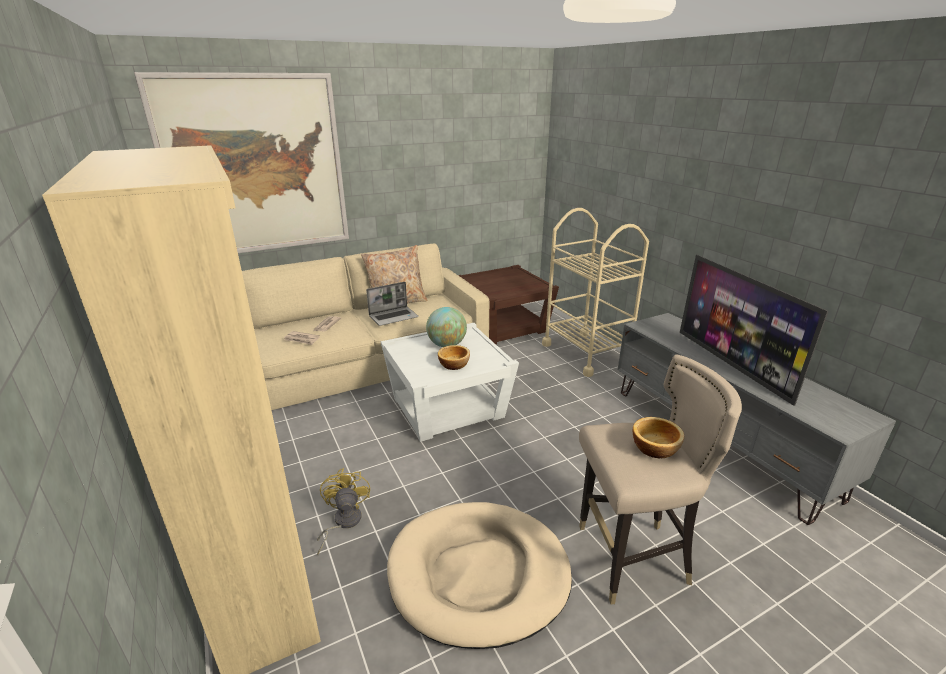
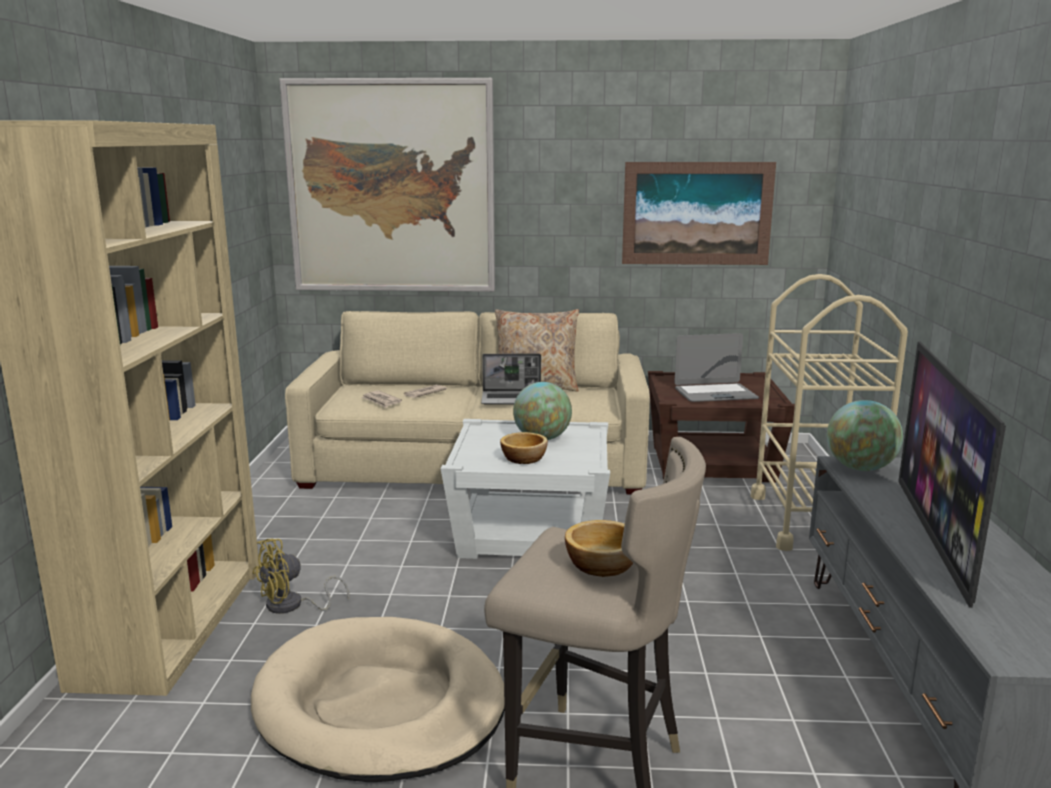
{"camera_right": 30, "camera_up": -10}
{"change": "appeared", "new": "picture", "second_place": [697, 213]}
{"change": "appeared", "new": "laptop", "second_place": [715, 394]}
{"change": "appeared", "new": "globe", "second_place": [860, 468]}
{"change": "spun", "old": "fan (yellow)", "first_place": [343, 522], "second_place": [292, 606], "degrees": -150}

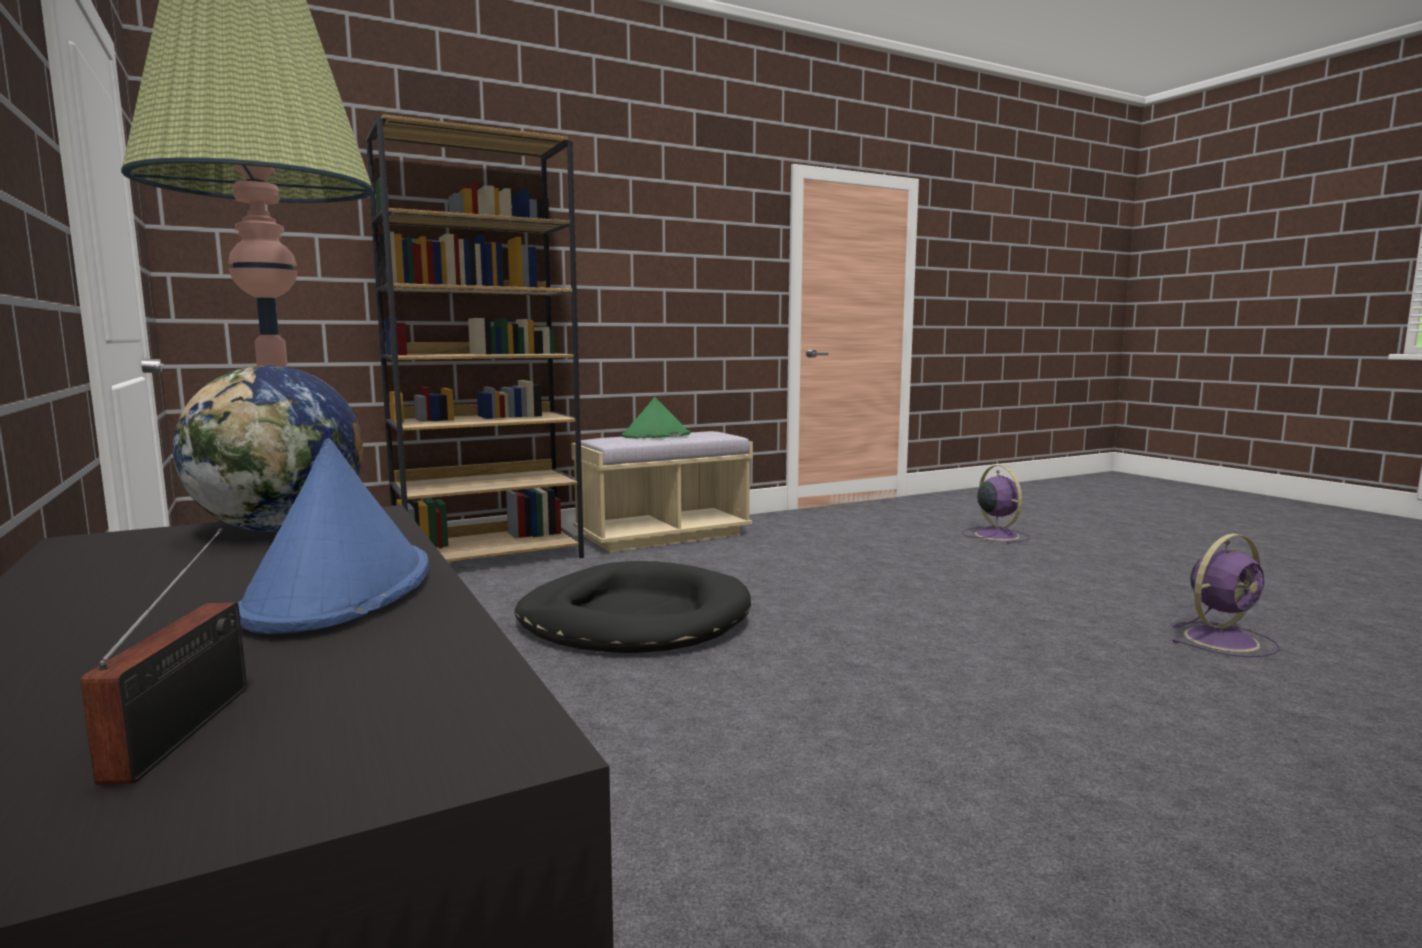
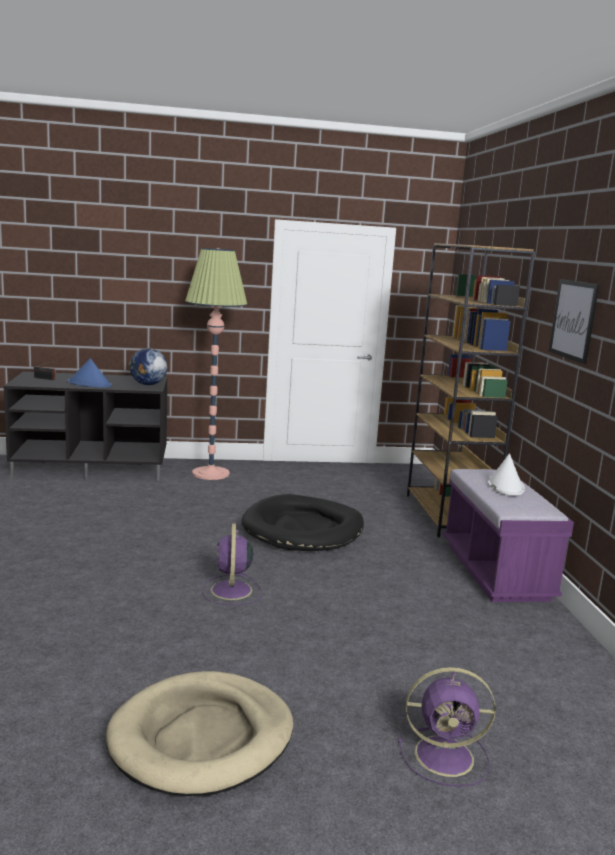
{"camera_right": 110, "camera_up": 5}
{"change": "appeared", "new": "dog bed (beige)", "second_place": [202, 738]}
{"change": "appeared", "new": "picture", "second_place": [573, 320]}
{"change": "relocated", "old": "fan (purple)", "first_place": [1223, 639], "second_place": [231, 591]}
{"change": "colour", "old": "bench (beige)", "new": "bench (purple)", "first_place": [663, 536], "second_place": [496, 571]}
{"change": "colour", "old": "hat (green)", "new": "hat (white)", "first_place": [656, 436], "second_place": [505, 486]}

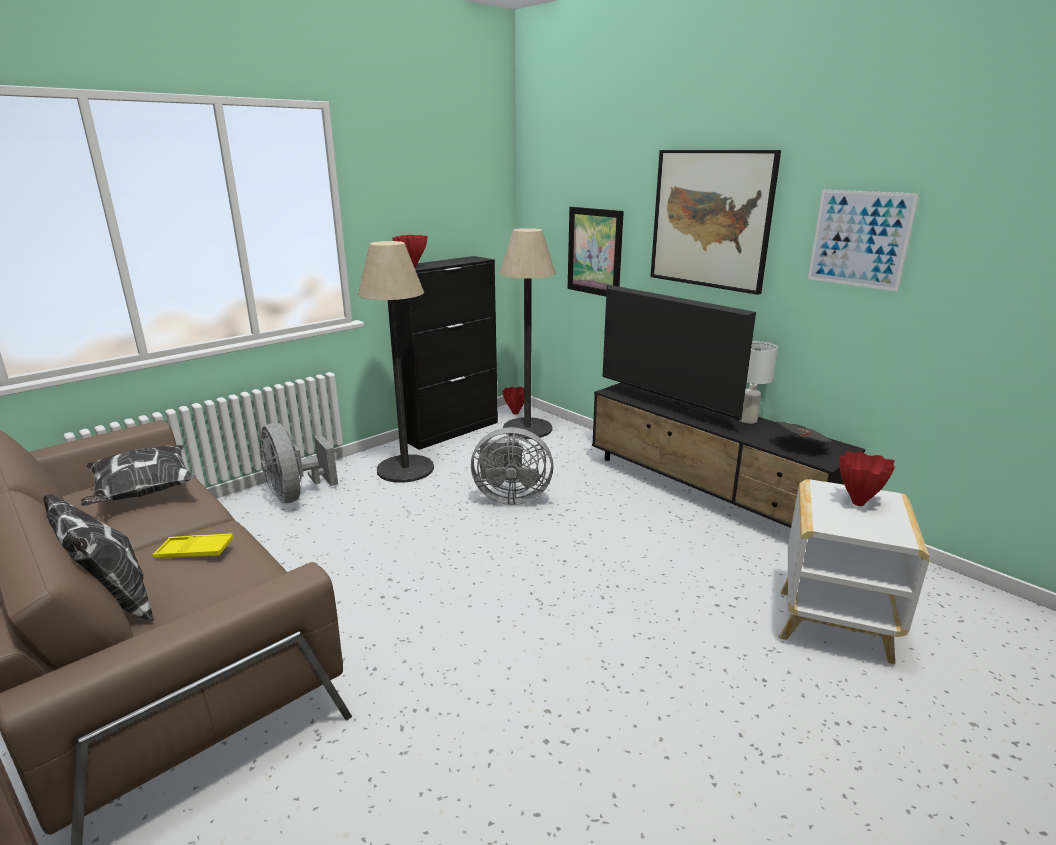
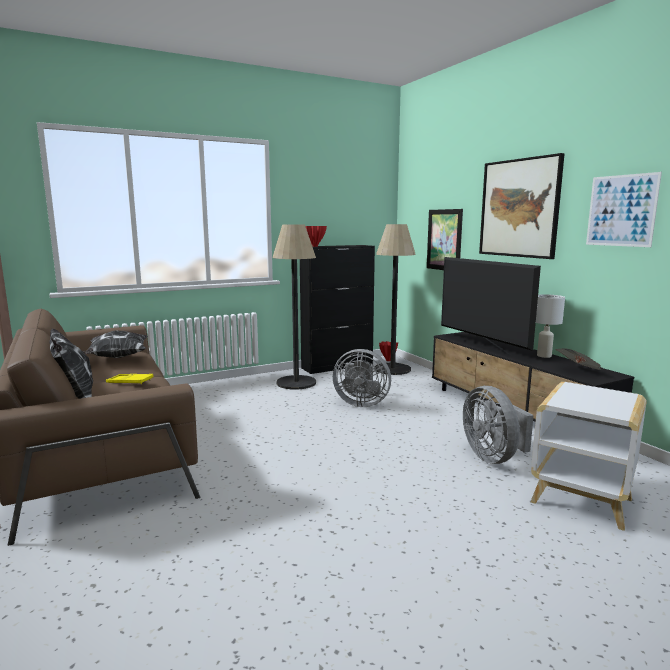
{"camera_right": 15, "camera_up": -10}
{"change": "missing", "old": "vase (red)", "first_place": [857, 503]}
{"change": "relocated", "old": "fan (grey)", "first_place": [296, 495], "second_place": [493, 457]}

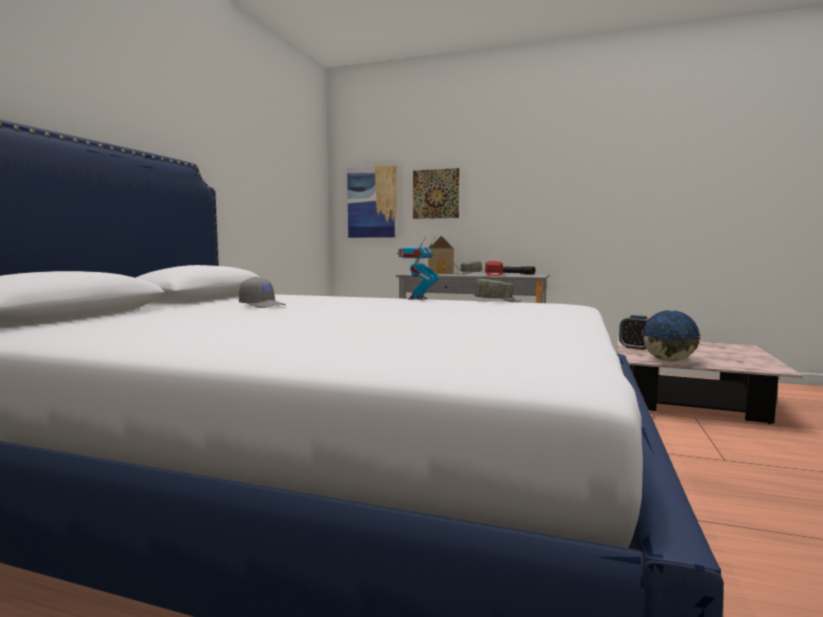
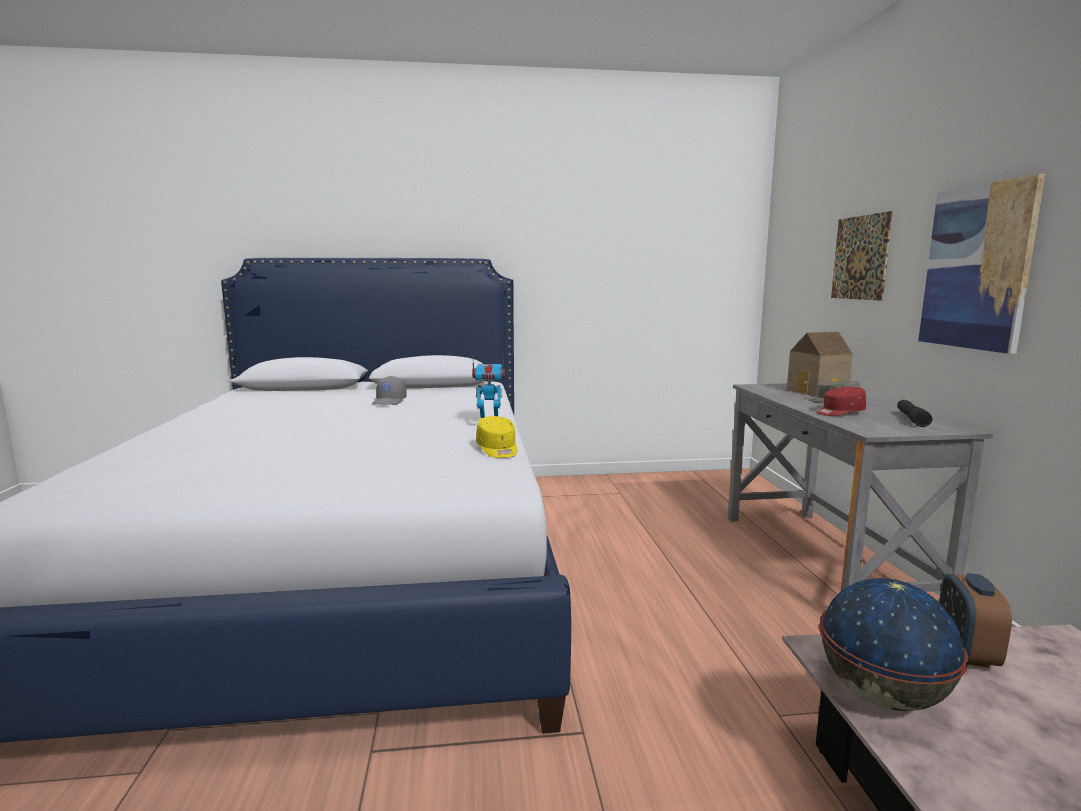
{"camera_right": 65, "camera_up": 5}
{"change": "relocated", "old": "picture", "first_place": [372, 202], "second_place": [977, 267]}
{"change": "colour", "old": "cap (grey)", "new": "cap (yellow)", "first_place": [497, 301], "second_place": [498, 449]}

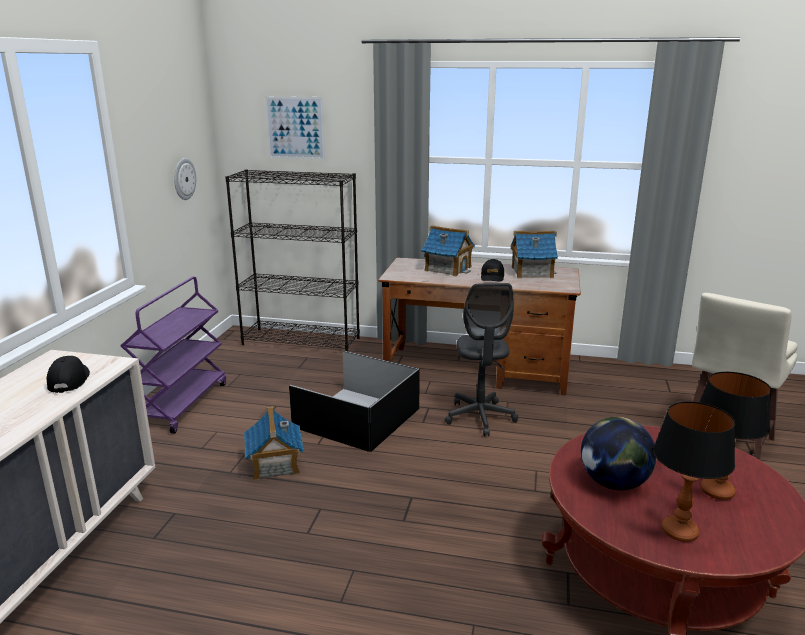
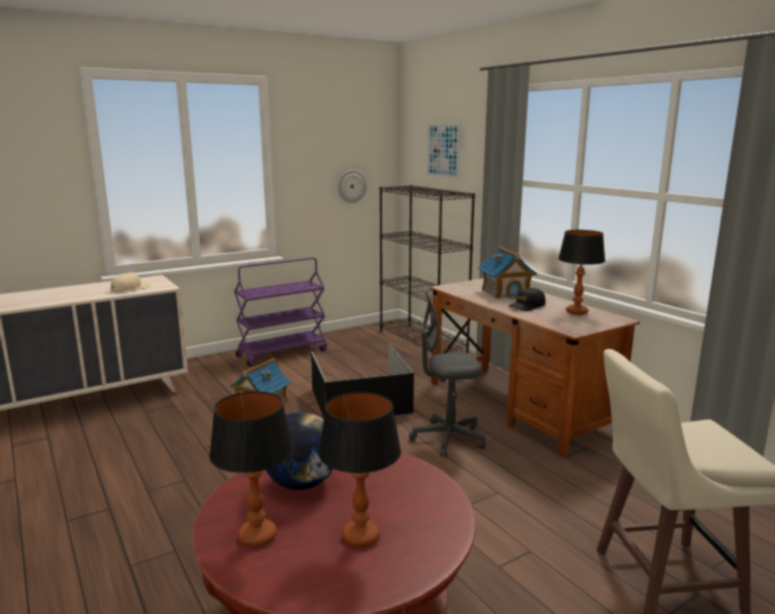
{"camera_right": 45, "camera_up": -5}
{"change": "exchanged", "old": "toy house", "new": "table lamp", "first_place": [531, 272], "second_place": [576, 312]}
{"change": "colour", "old": "cap (black)", "new": "cap (beige)", "first_place": [69, 380], "second_place": [130, 288]}
{"change": "spun", "old": "office chair (grey)", "first_place": [480, 417], "second_place": [448, 439], "degrees": 45}

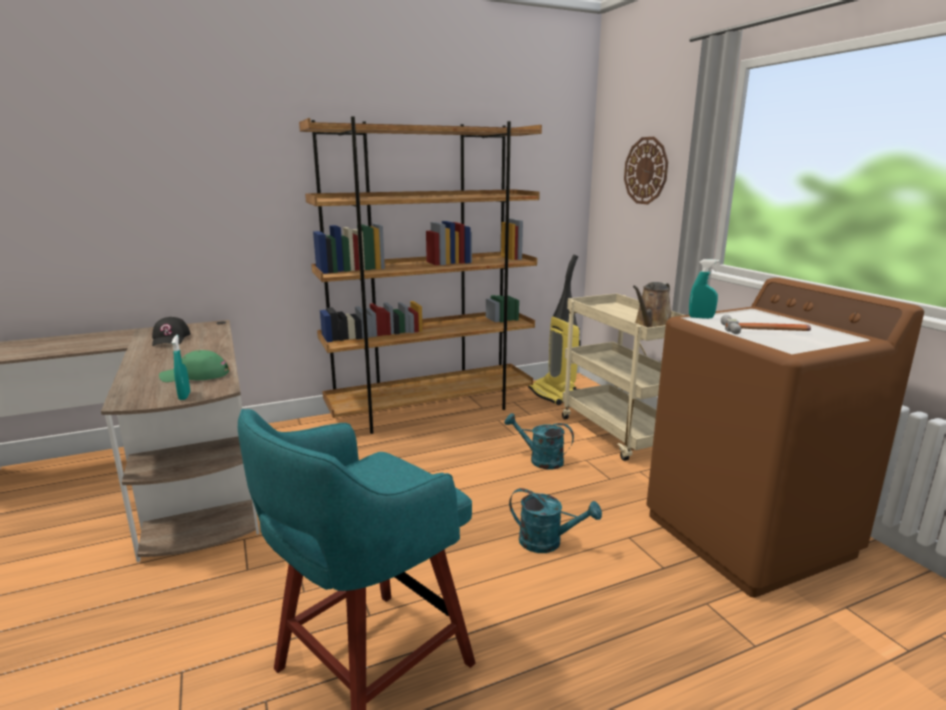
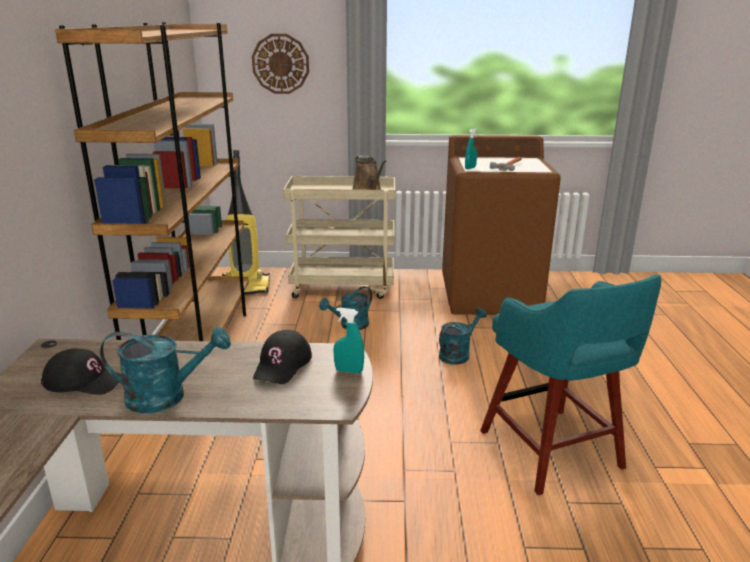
{"camera_right": -65, "camera_up": 5}
{"change": "appeared", "new": "watering can (turquoise)", "second_place": [167, 396]}
{"change": "colour", "old": "cap (green)", "new": "cap (black)", "first_place": [195, 375], "second_place": [282, 364]}

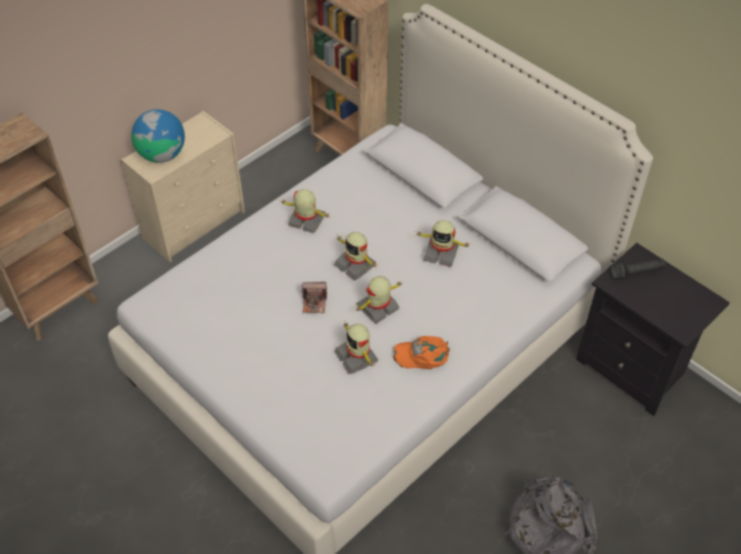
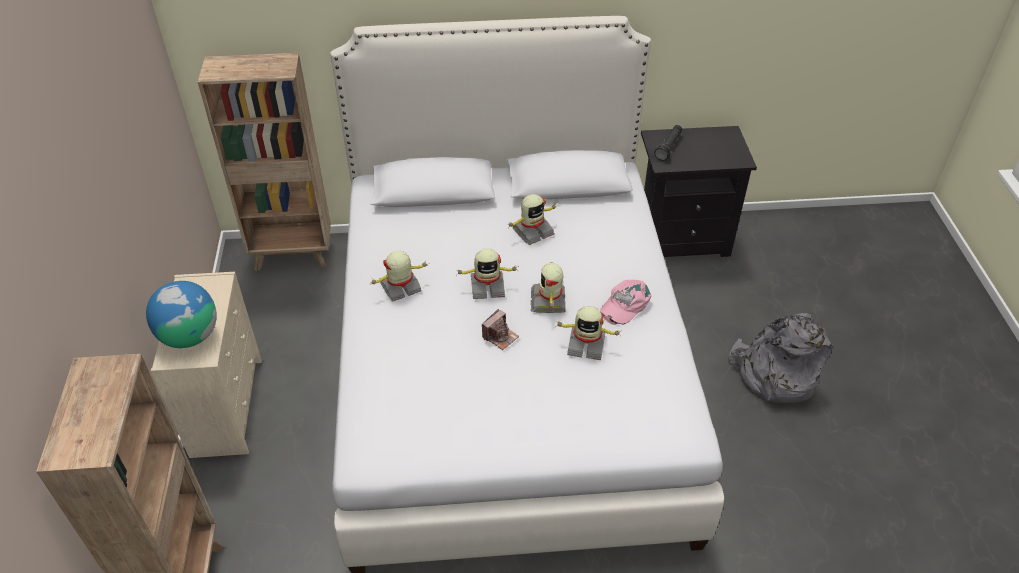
{"camera_right": -50, "camera_up": -5}
{"change": "colour", "old": "cap (orange)", "new": "cap (pink)", "first_place": [422, 355], "second_place": [625, 304]}

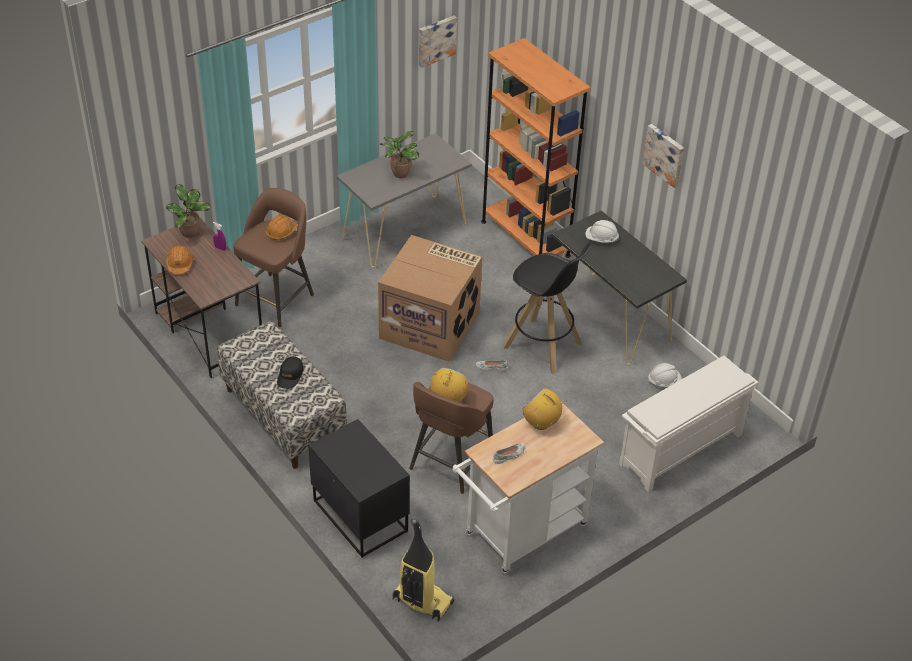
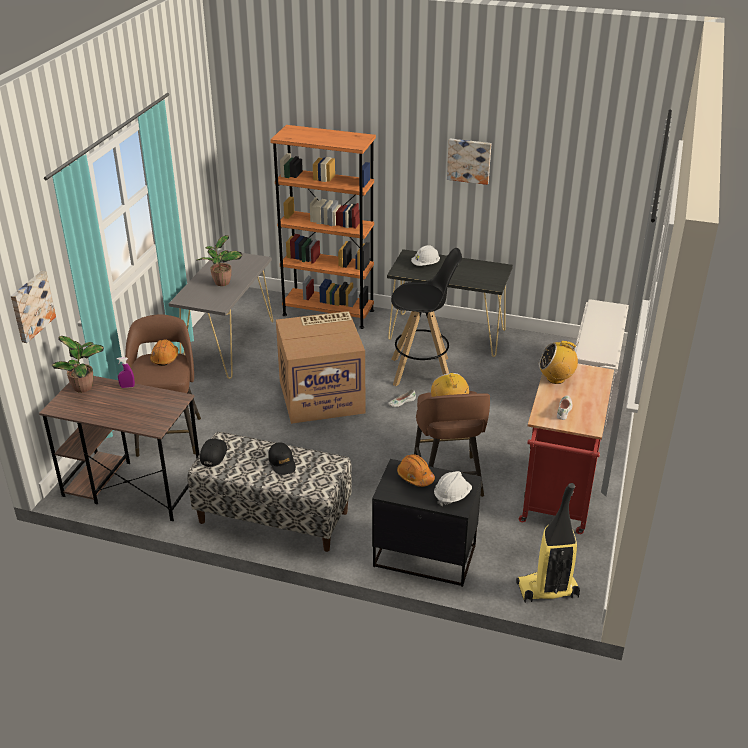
{"camera_right": -35, "camera_up": -10}
{"change": "appeared", "new": "cap (black)", "second_place": [213, 454]}
{"change": "relocated", "old": "hard hat (orange)", "first_place": [180, 264], "second_place": [415, 476]}
{"change": "relocated", "old": "picture", "first_place": [436, 40], "second_place": [31, 306]}
{"change": "relocated", "old": "hard hat (white)", "first_place": [664, 382], "second_place": [452, 496]}
{"change": "colour", "old": "cart (white)", "new": "cart (red)", "first_place": [520, 534], "second_place": [558, 500]}

